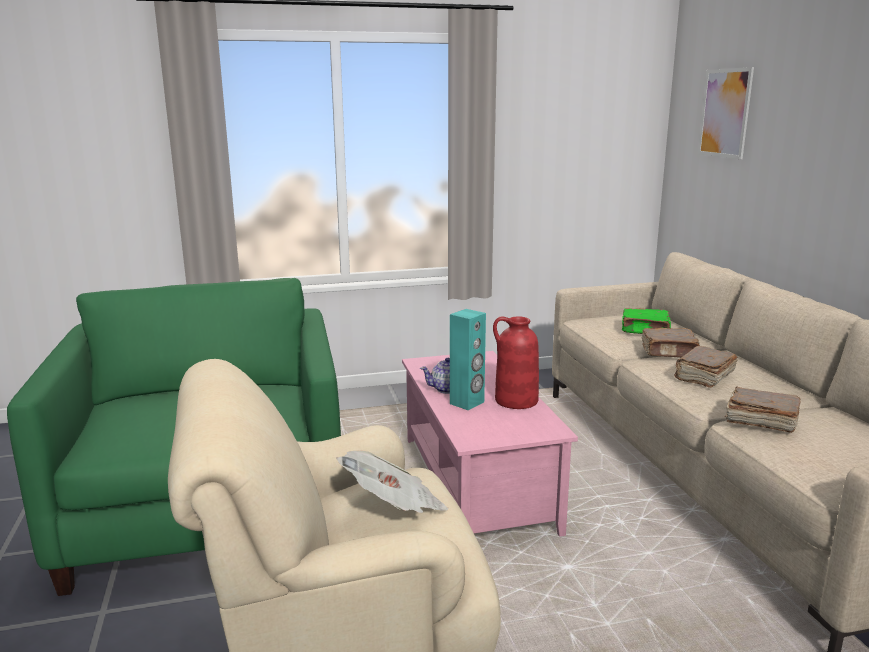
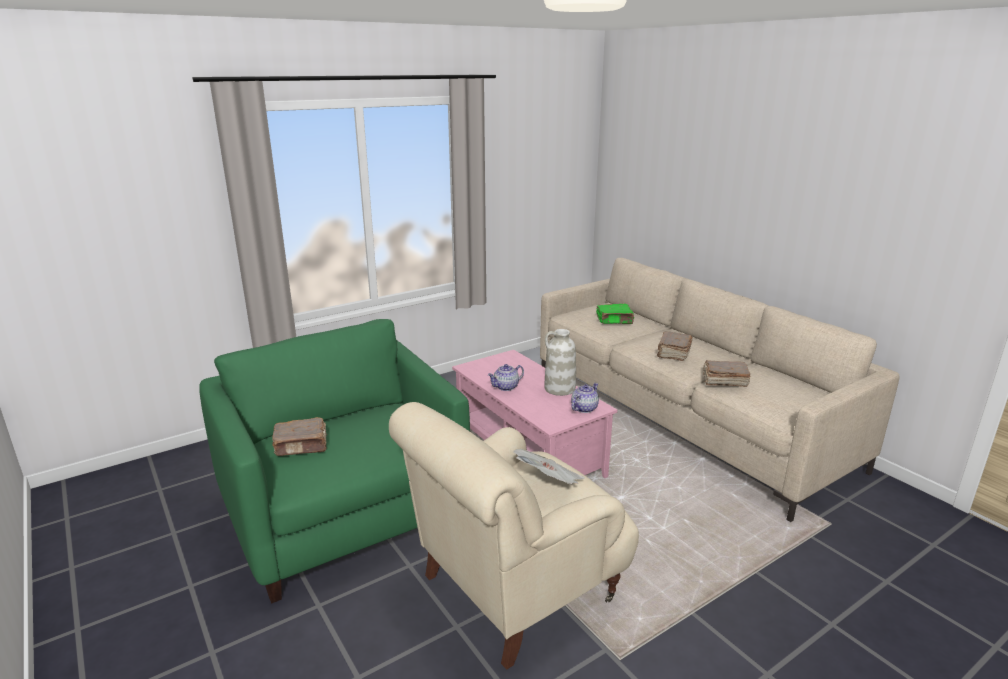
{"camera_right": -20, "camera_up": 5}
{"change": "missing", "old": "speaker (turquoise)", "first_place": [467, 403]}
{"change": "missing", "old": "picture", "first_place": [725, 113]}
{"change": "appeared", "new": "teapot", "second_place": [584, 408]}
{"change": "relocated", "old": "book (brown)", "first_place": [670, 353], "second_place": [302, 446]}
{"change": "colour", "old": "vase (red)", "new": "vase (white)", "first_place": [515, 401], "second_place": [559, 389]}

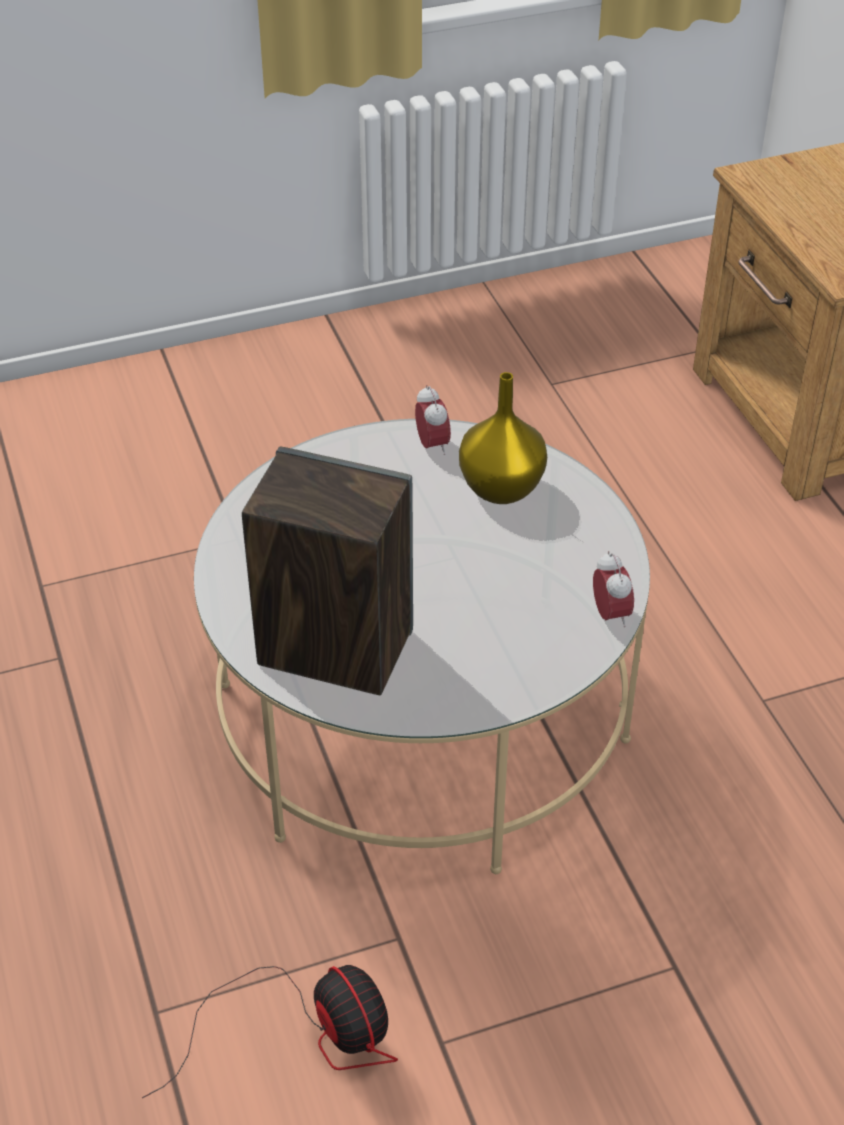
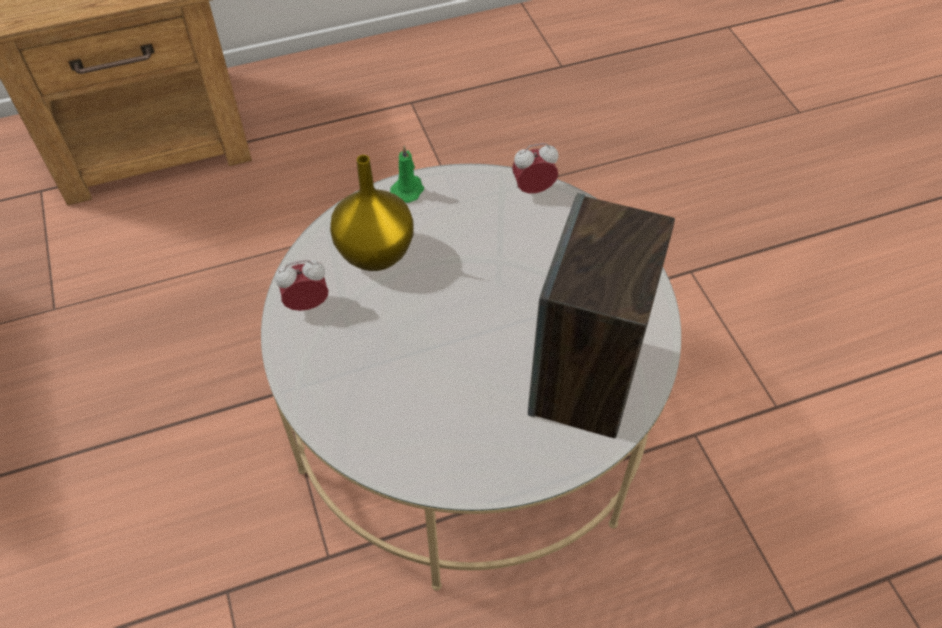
{"camera_right": -90, "camera_up": 10}
{"change": "missing", "old": "fan", "first_place": [307, 1033]}
{"change": "appeared", "new": "candle (green)", "second_place": [408, 189]}

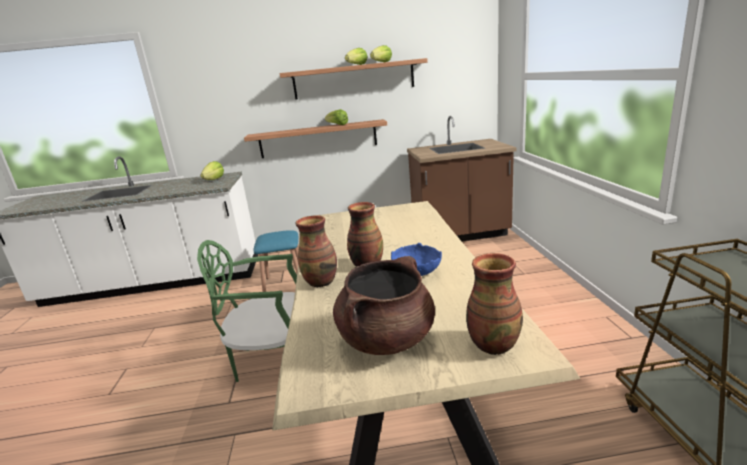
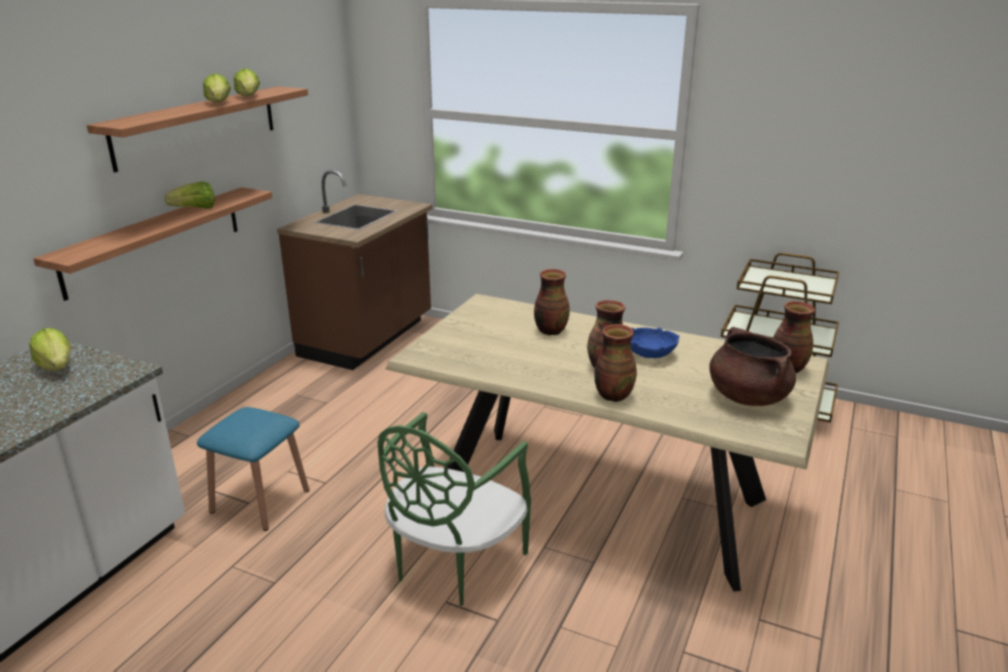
{"camera_right": -60, "camera_up": 5}
{"change": "appeared", "new": "vase", "second_place": [550, 331]}

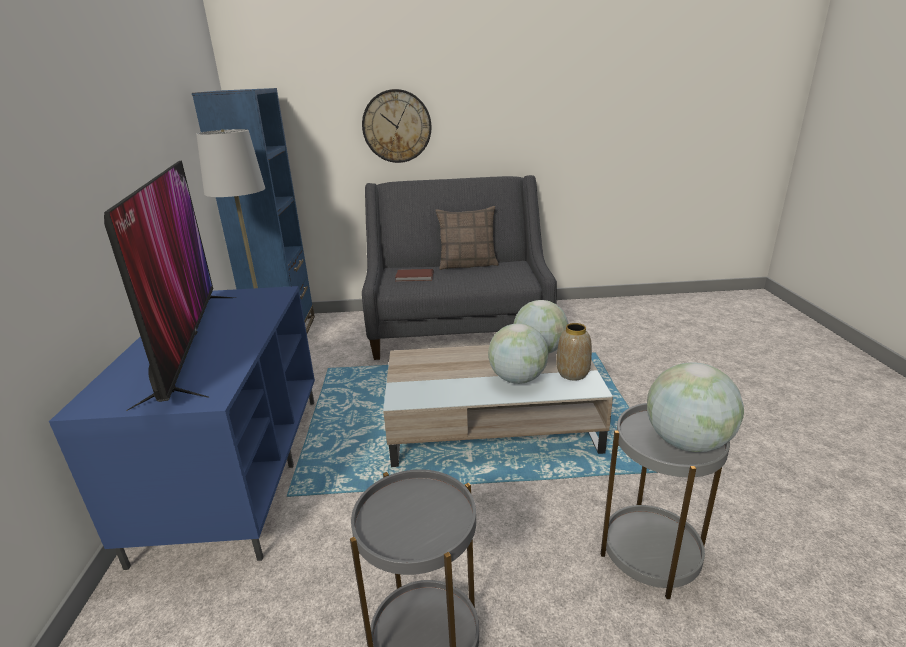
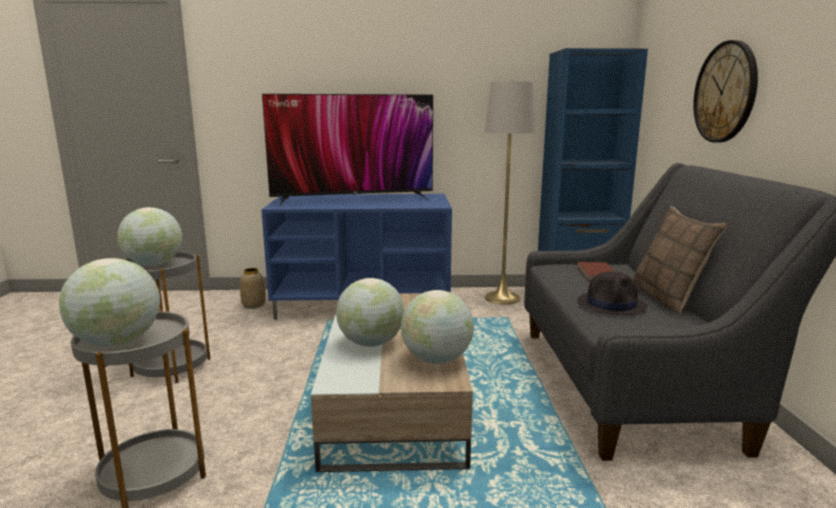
{"camera_right": 90, "camera_up": -10}
{"change": "appeared", "new": "globe", "second_place": [154, 264]}
{"change": "appeared", "new": "hat (black)", "second_place": [612, 304]}
{"change": "relocated", "old": "vase", "first_place": [572, 374], "second_place": [253, 305]}

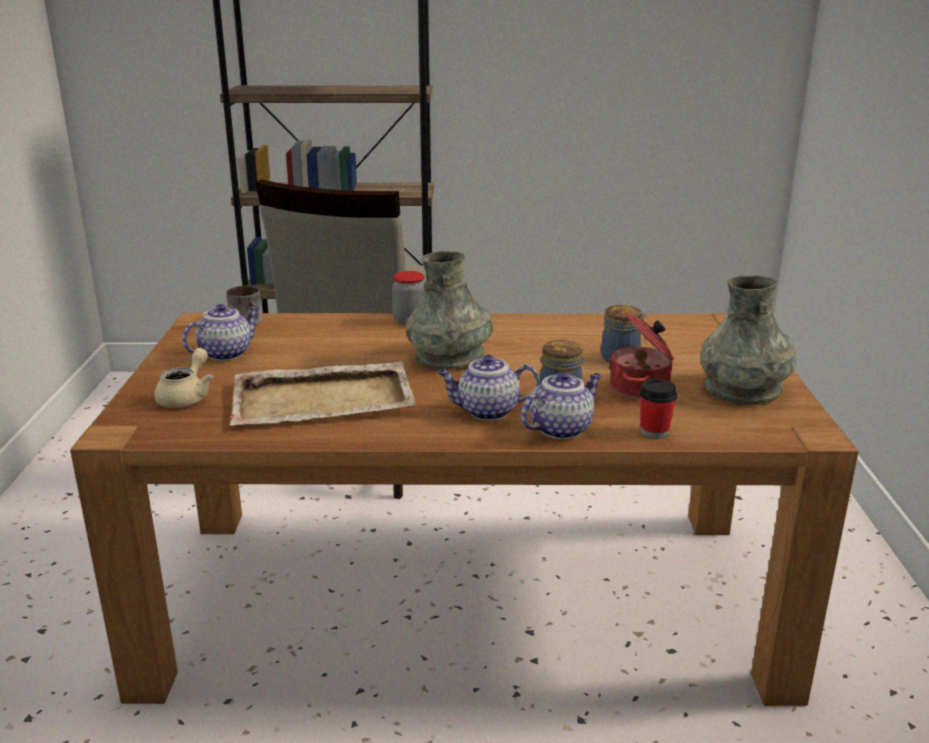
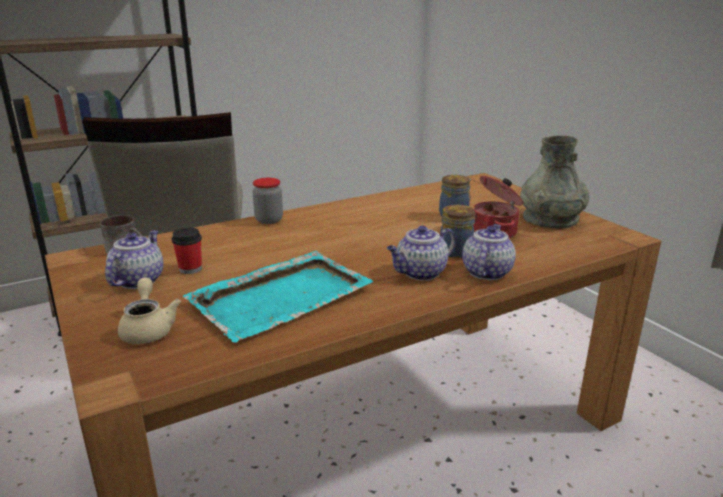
{"camera_right": -30, "camera_up": 0}
{"change": "missing", "old": "vase (grey)", "first_place": [449, 357]}
{"change": "relocated", "old": "cup", "first_place": [654, 431], "second_place": [190, 269]}
{"change": "colour", "old": "tray (beige)", "new": "tray (turquoise)", "first_place": [325, 399], "second_place": [282, 297]}

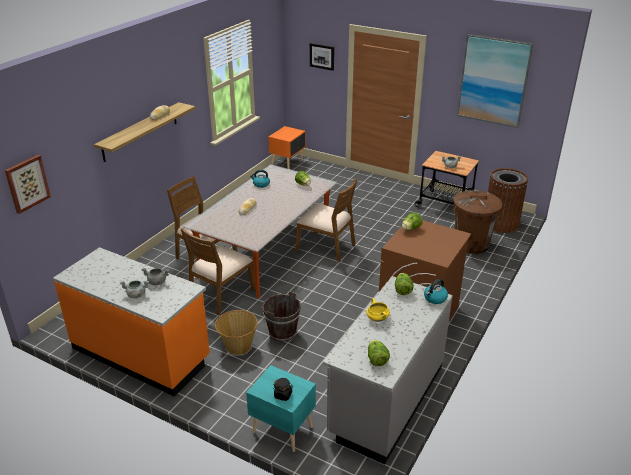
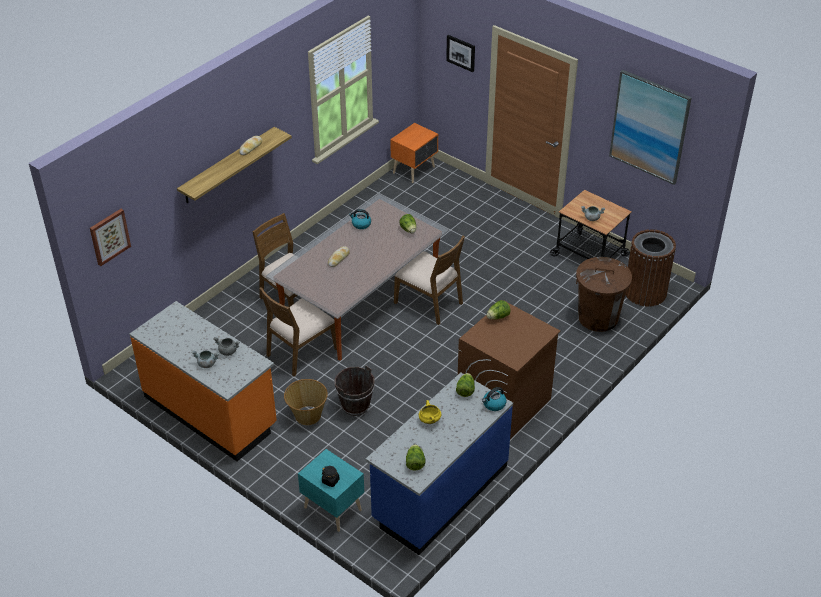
{"camera_right": 10, "camera_up": 10}
{"change": "colour", "old": "counter (grey)", "new": "counter (blue)", "first_place": [385, 400], "second_place": [439, 493]}

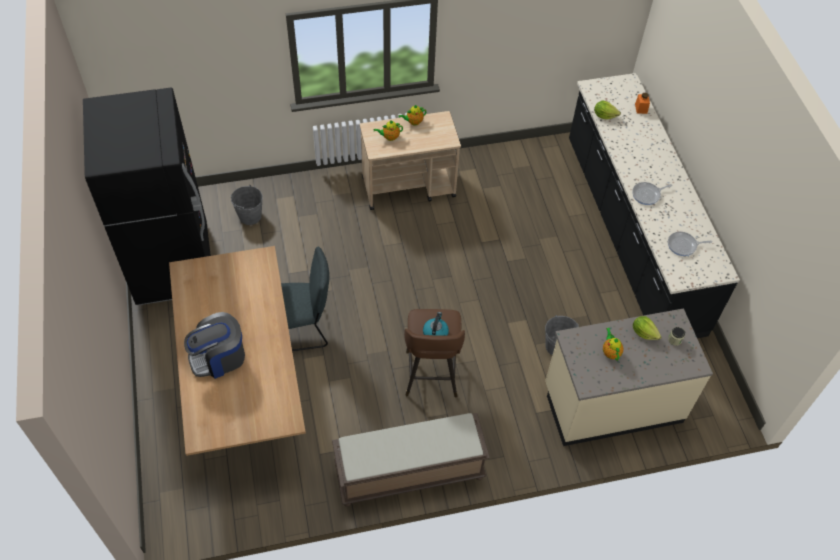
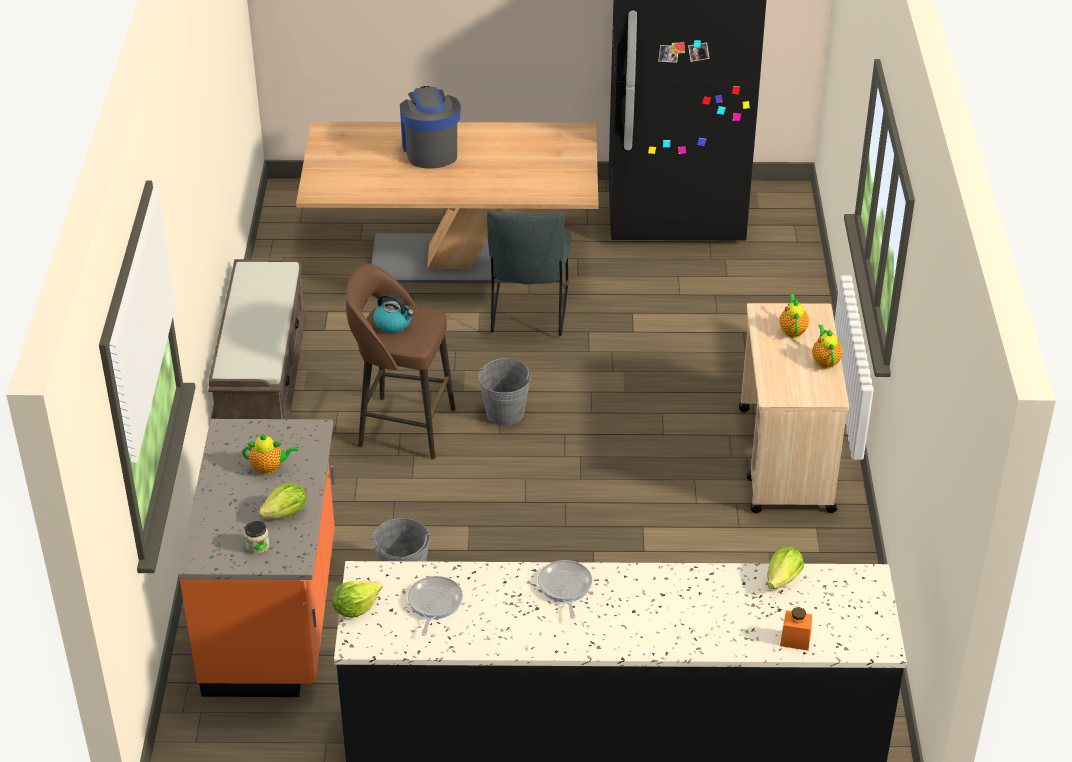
{"camera_right": 105, "camera_up": -15}
{"change": "appeared", "new": "lettuce", "second_place": [355, 608]}
{"change": "relocated", "old": "bucket (grey)", "first_place": [250, 216], "second_place": [505, 413]}
{"change": "colour", "old": "counter (beige)", "new": "counter (orange)", "first_place": [612, 403], "second_place": [274, 616]}

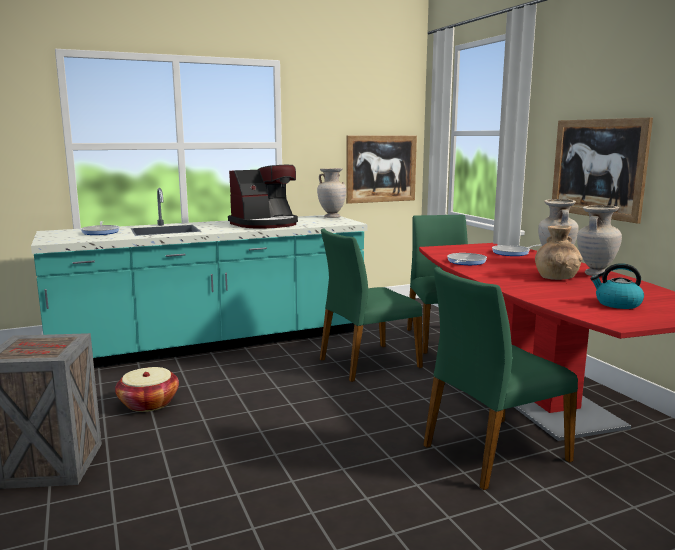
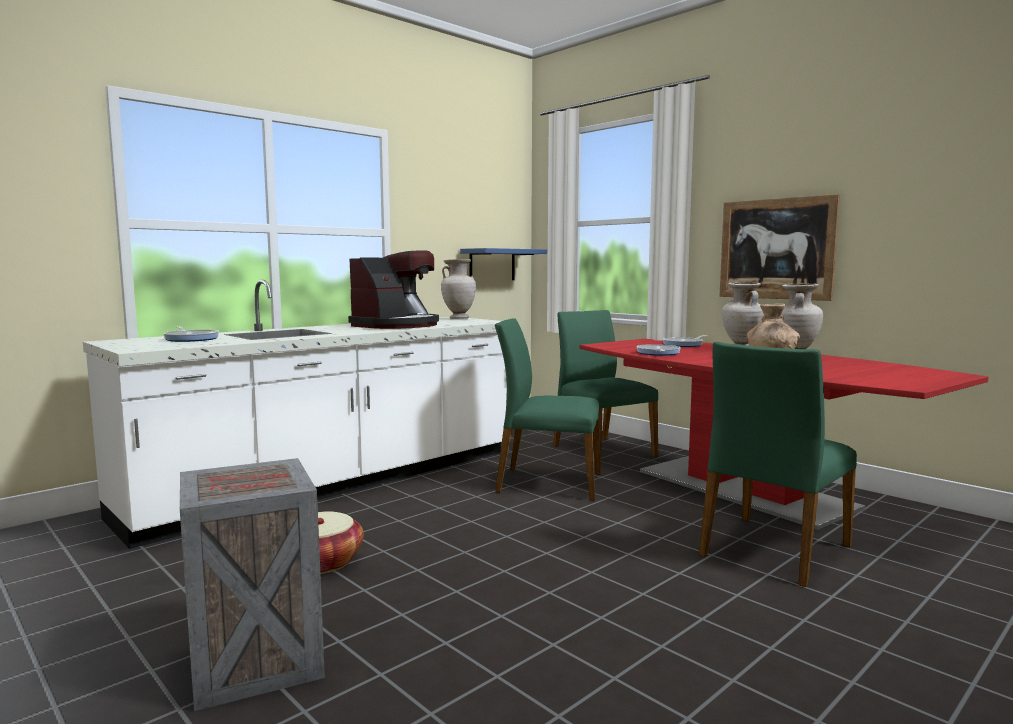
{"camera_right": -20, "camera_up": -5}
{"change": "missing", "old": "kettle", "first_place": [617, 304]}
{"change": "exchanged", "old": "picture", "new": "shelf (blue)", "first_place": [381, 169], "second_place": [492, 265]}
{"change": "colour", "old": "counter (turquoise)", "new": "counter (white)", "first_place": [214, 342], "second_place": [336, 483]}
{"change": "spun", "old": "chair (green)", "first_place": [368, 363], "second_place": [548, 482], "degrees": 60}

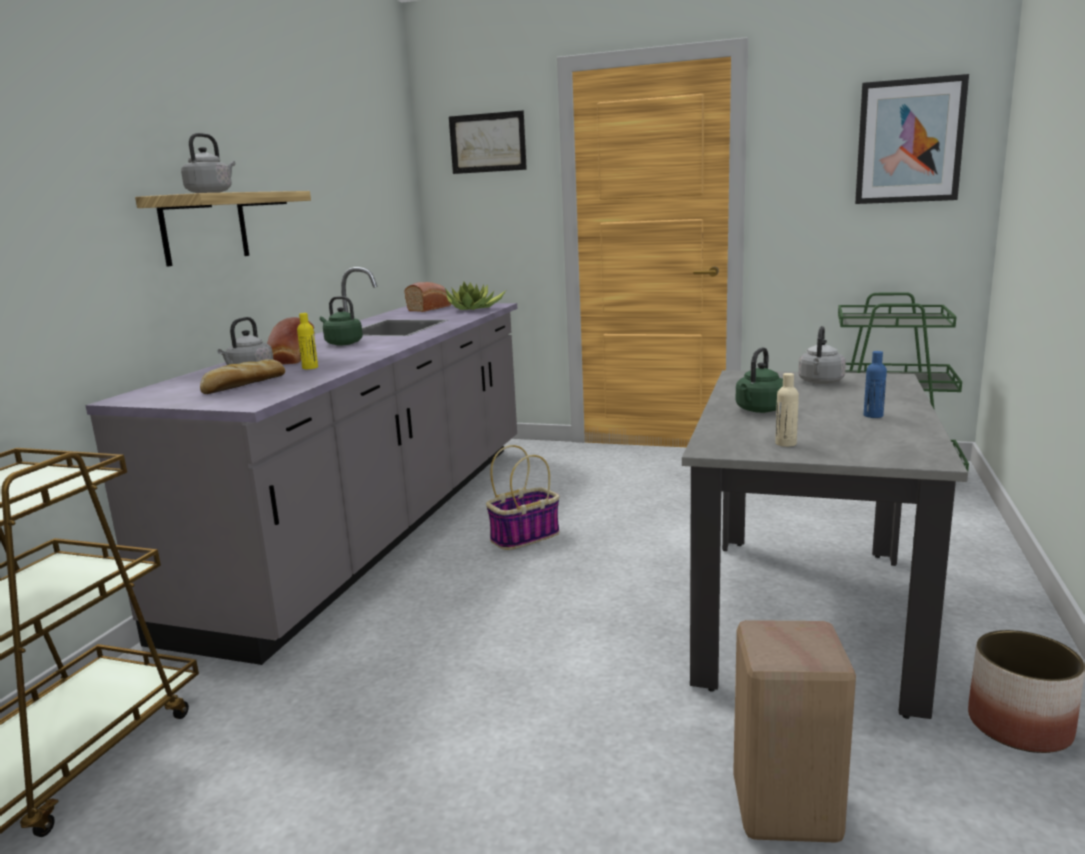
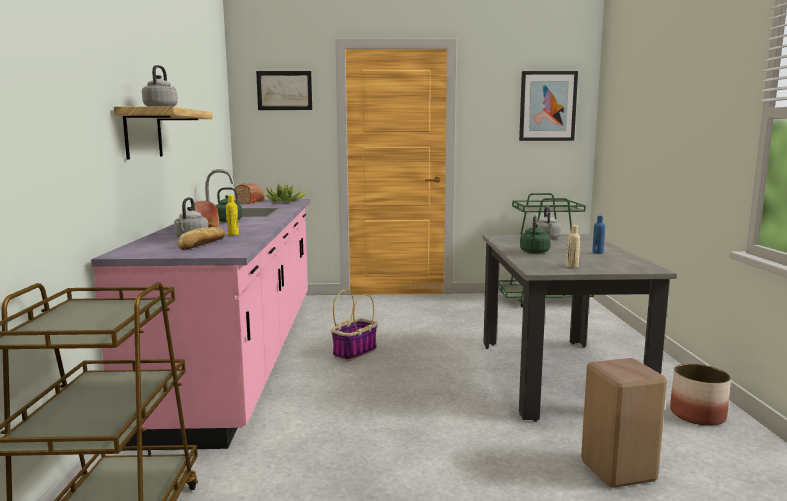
{"camera_right": -20, "camera_up": -5}
{"change": "colour", "old": "counter (grey)", "new": "counter (pink)", "first_place": [380, 524], "second_place": [243, 354]}

